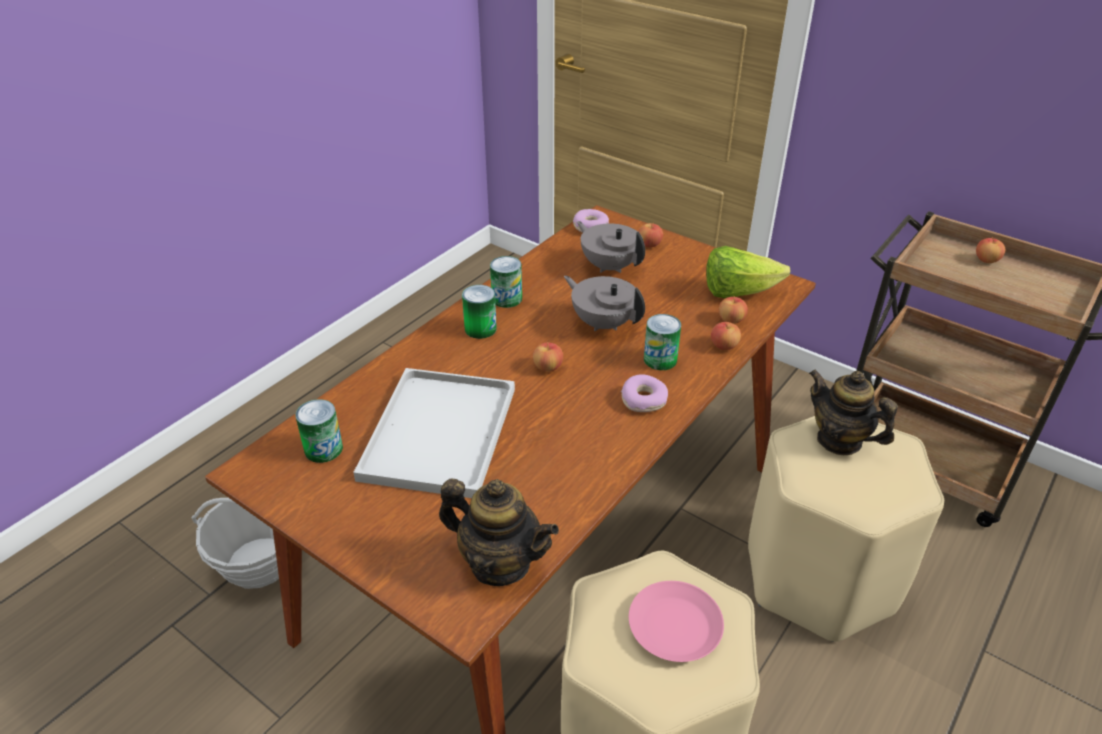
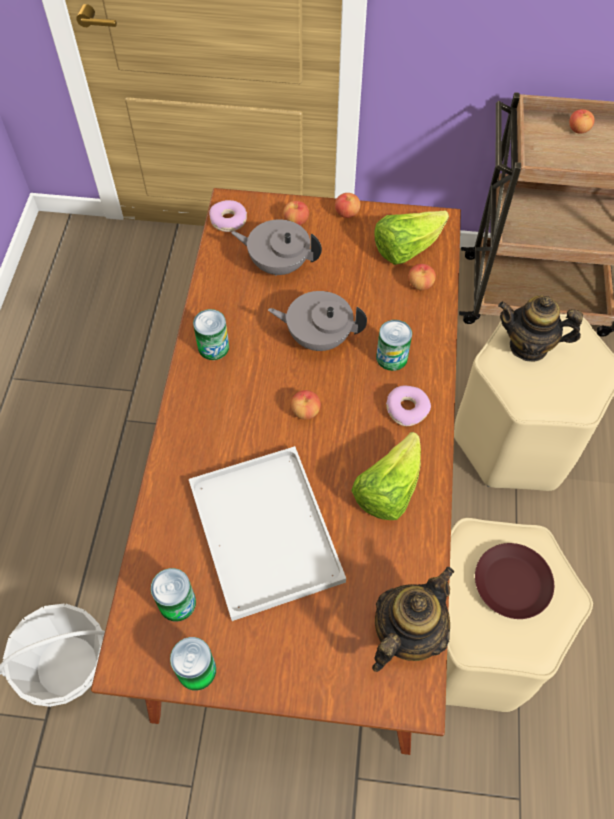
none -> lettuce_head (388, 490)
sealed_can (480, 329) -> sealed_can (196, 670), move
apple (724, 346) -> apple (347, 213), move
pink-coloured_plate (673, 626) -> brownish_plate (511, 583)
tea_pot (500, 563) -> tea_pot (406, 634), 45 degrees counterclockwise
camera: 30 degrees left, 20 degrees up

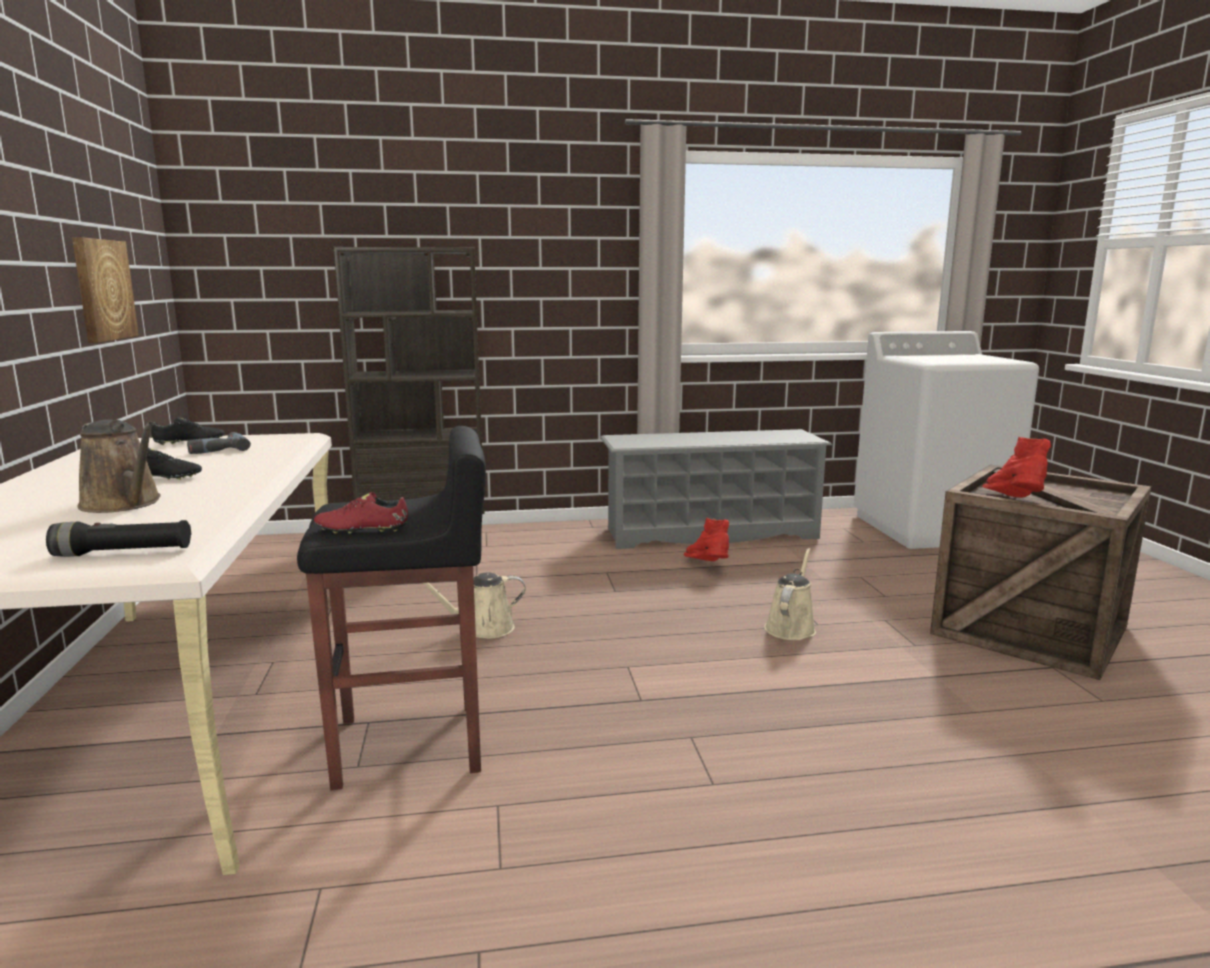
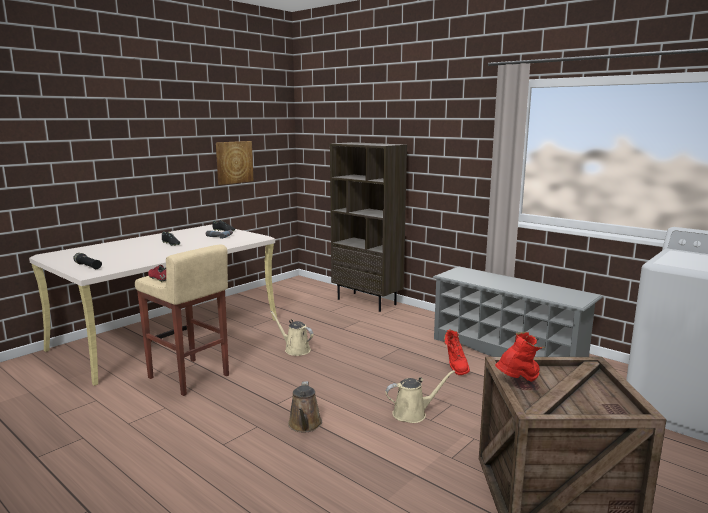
brownish_sprinkling_can (124, 504) -> brownish_sprinkling_can (305, 425), move
black-coloured_stool_seat (412, 745) -> beige_stool_seat (188, 377)
red_boot (707, 566) -> red_boot (455, 367), 150 degrees clockwise
camera: 50 degrees right, 0 degrees up

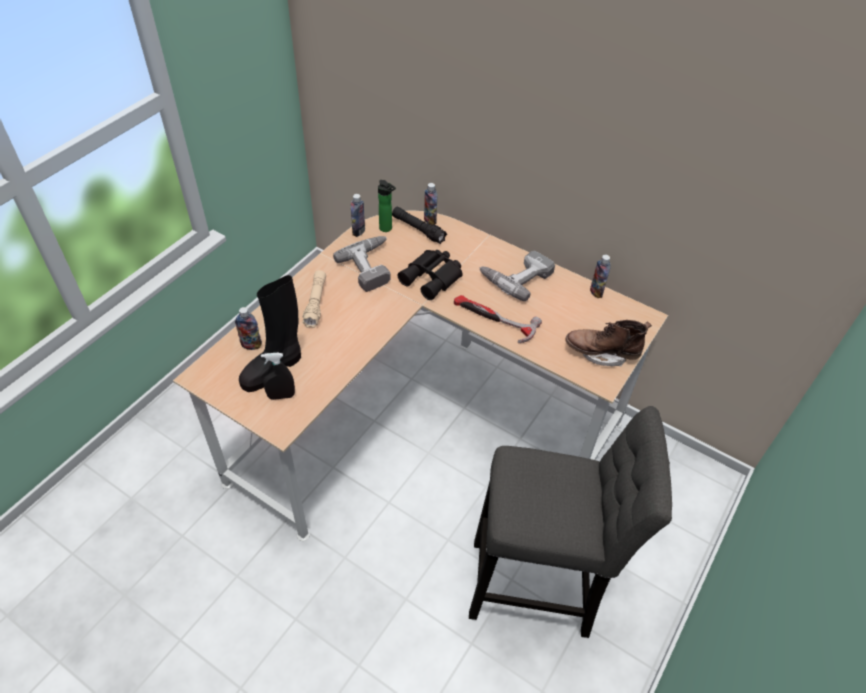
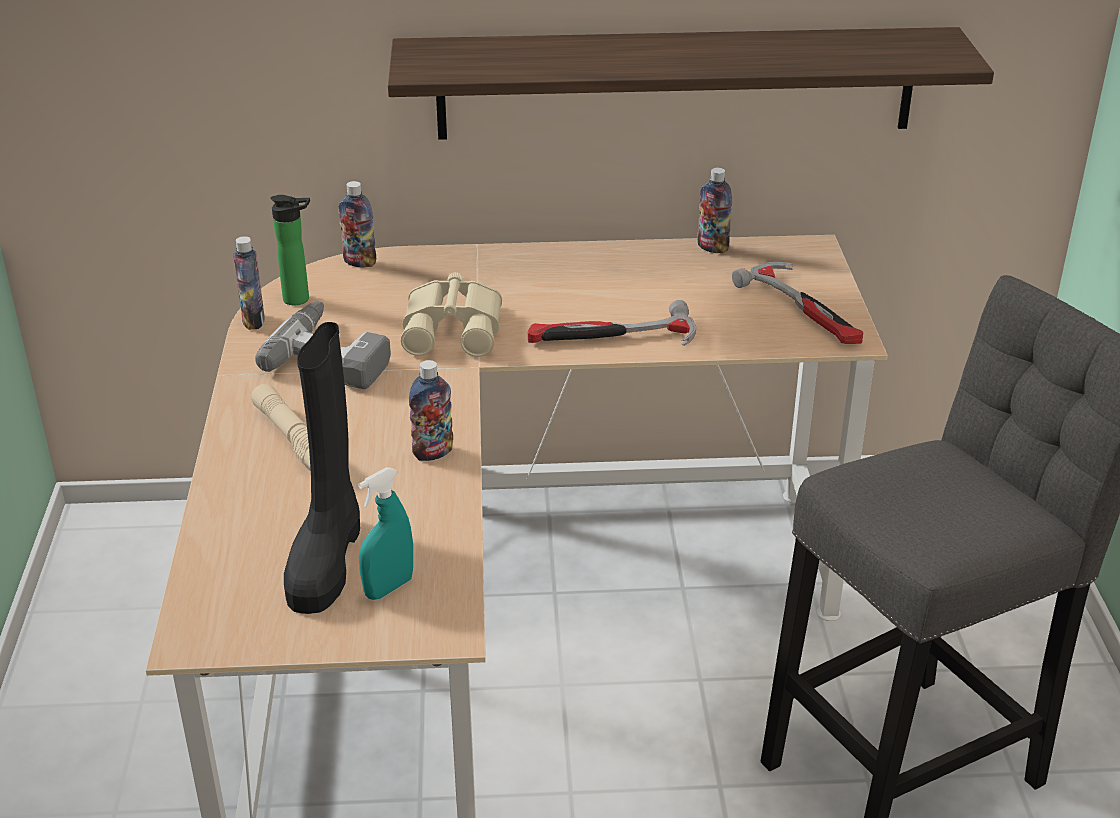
black-coloured_flashlight (418, 229) -> none
electric_drill (516, 276) -> none
none -> shelf (676, 83)
drink_bottle (251, 345) -> drink_bottle (433, 452), move
brownish_boot (601, 353) -> hammer (806, 309)
black-coloured_sprayer (281, 396) -> turquoise_sprayer (388, 587)
black-coloured_field_glasses (433, 278) -> beige_field_glasses (455, 328)
camera: 35 degrees left, 15 degrees down

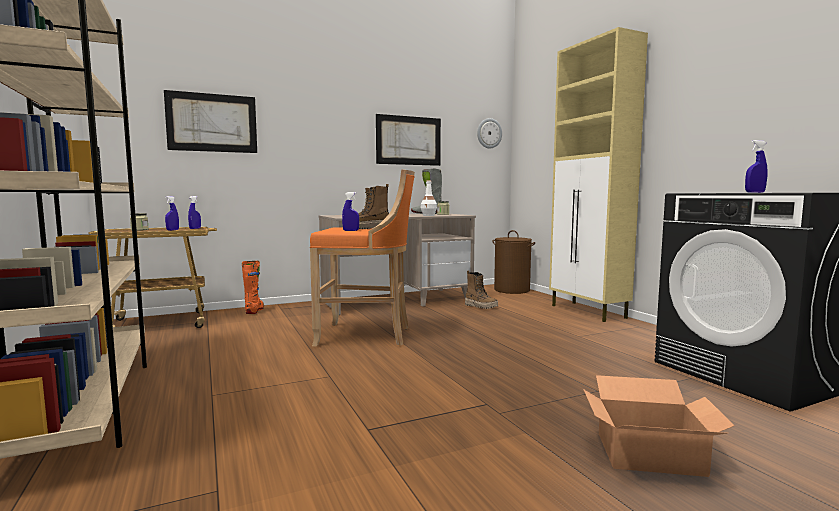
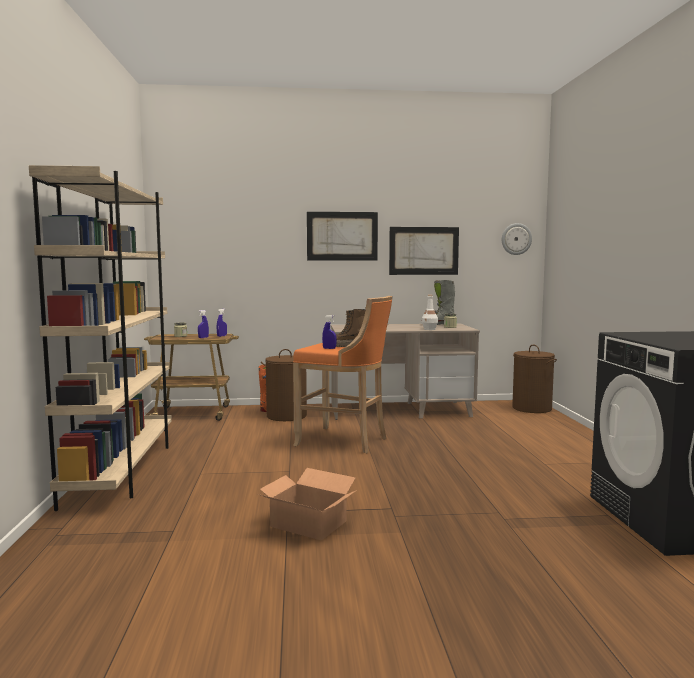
boot (481, 306) -> none
beige_storage_cabinet (588, 312) -> none
blue_sprayer (754, 192) -> none
none -> brownish_washing_basket (287, 416)
wall_picture (212, 123) -> wall_picture (342, 236), move
cardboard_box (651, 454) -> cardboard_box (308, 524), move
camera: 20 degrees right, 0 degrees up

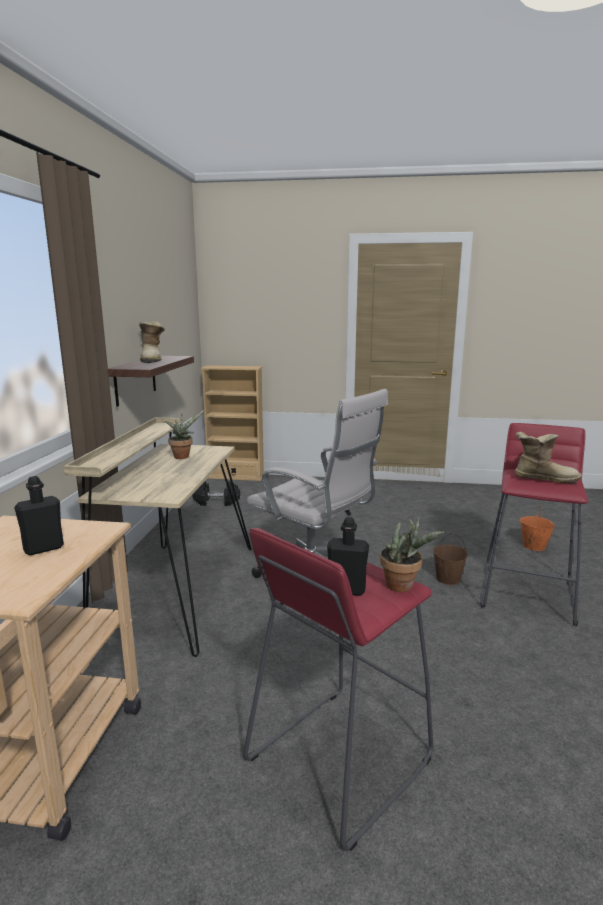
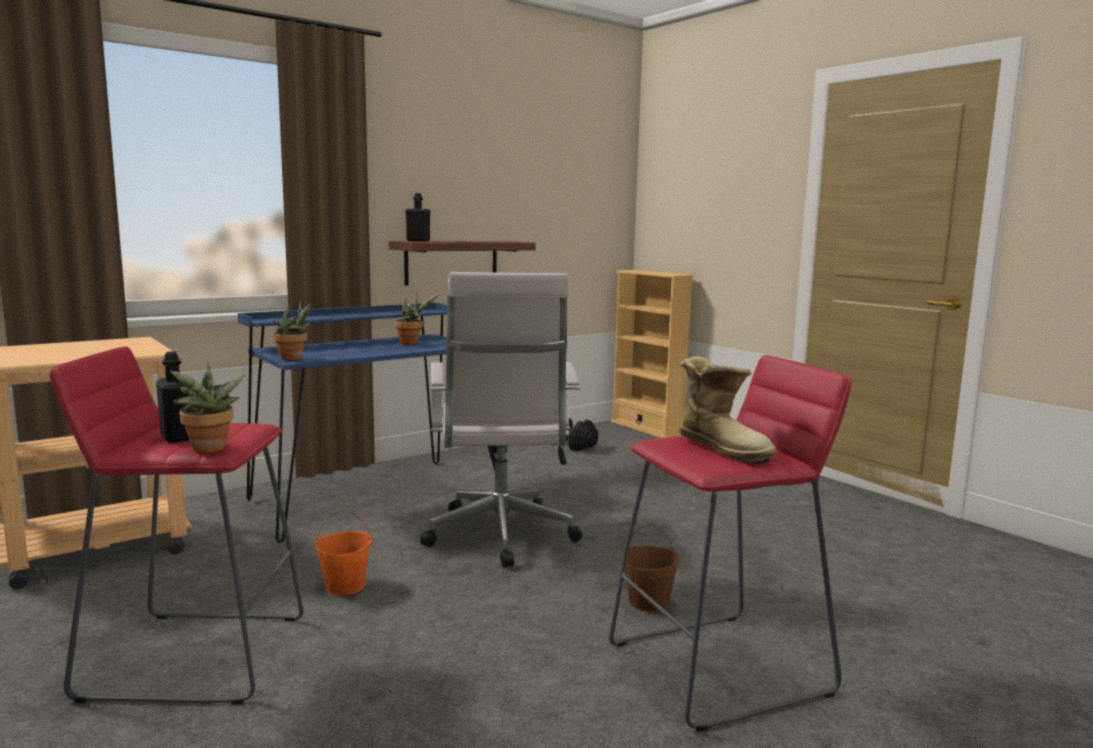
boot (153, 360) -> none
none -> plant_in_a_pot (294, 359)
black-coloured_drink_bottle (43, 548) -> black-coloured_drink_bottle (418, 241), move
orange-coloured_pail (533, 546) -> orange-coloured_pail (345, 586), move
beige_desk_unit (174, 590) -> blue_desk_unit (372, 495)
camera: 45 degrees right, 5 degrees down

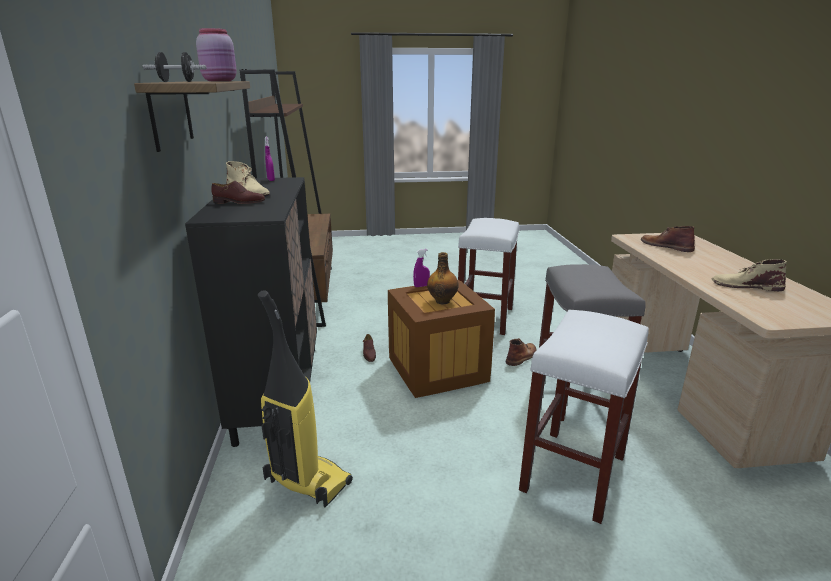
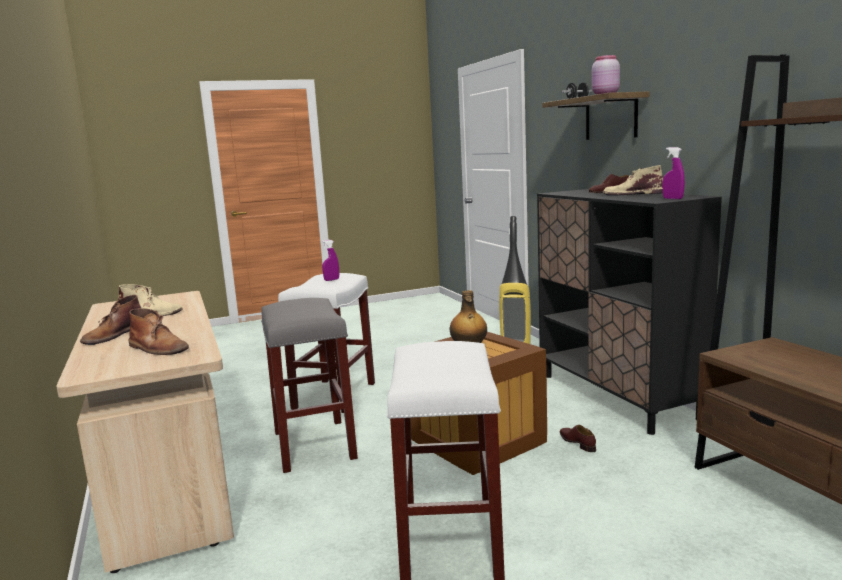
purple-coloured_sprayer (421, 286) -> purple-coloured_sprayer (331, 280), move
brownish_boot (521, 356) -> brownish_boot (114, 335), move
camera: 165 degrees right, 10 degrees down

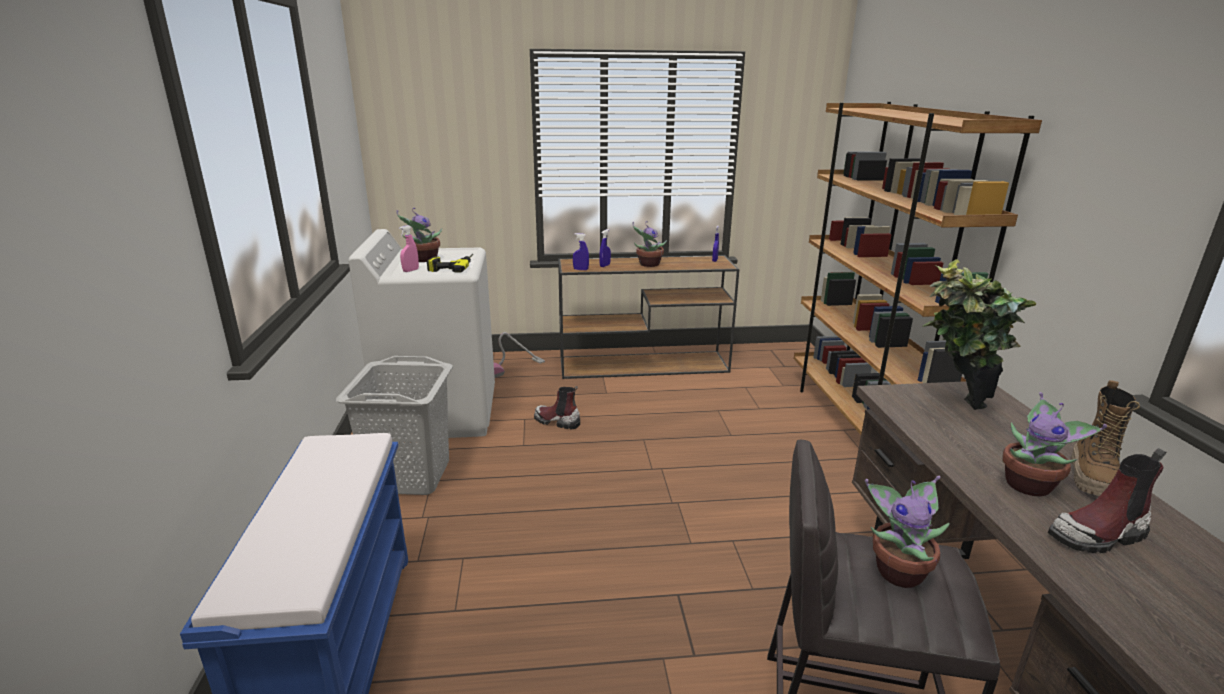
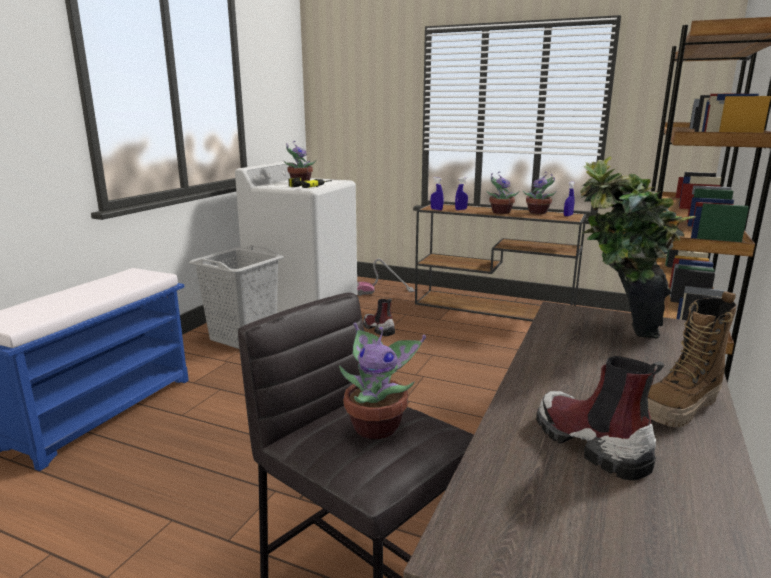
pink-coloured_sprayer (410, 270) -> none
plant_in_a_pot (1030, 485) -> plant_in_a_pot (539, 212), move
boot (1098, 535) -> boot (589, 444), 45 degrees clockwise
camera: 30 degrees right, 5 degrees down

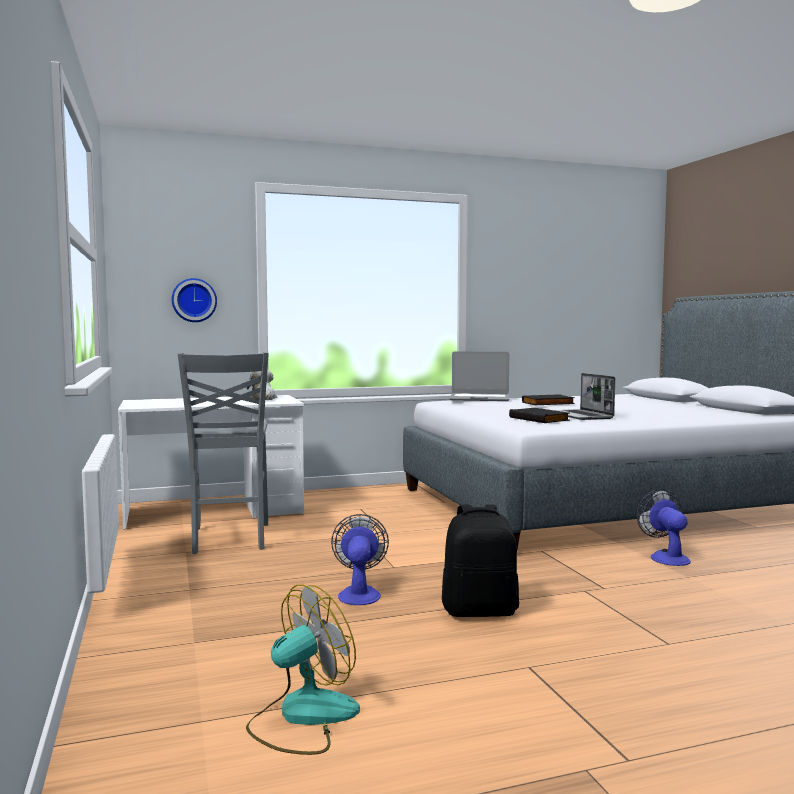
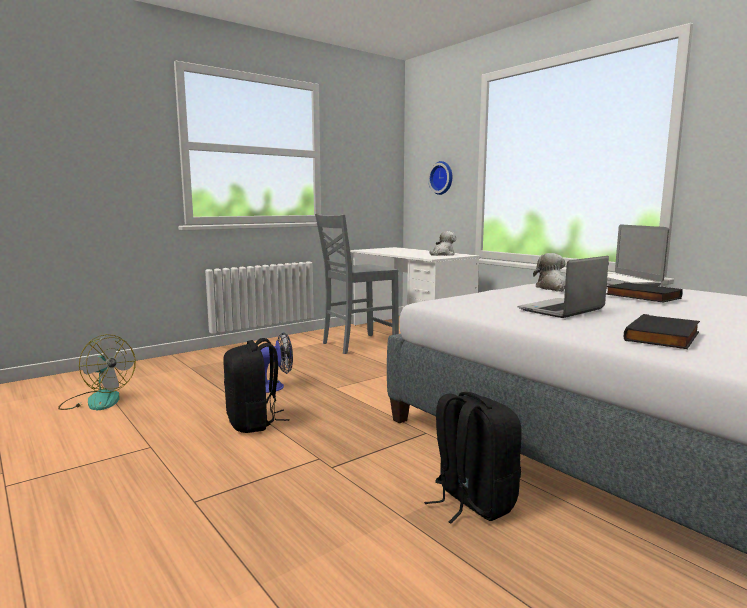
none -> cuddly_toy (552, 288)
black-coloured_book (540, 419) -> black-coloured_book (664, 337), move
electric_fan (665, 557) -> black-coloured_knapsack (472, 502)
camera: 70 degrees right, 5 degrees up

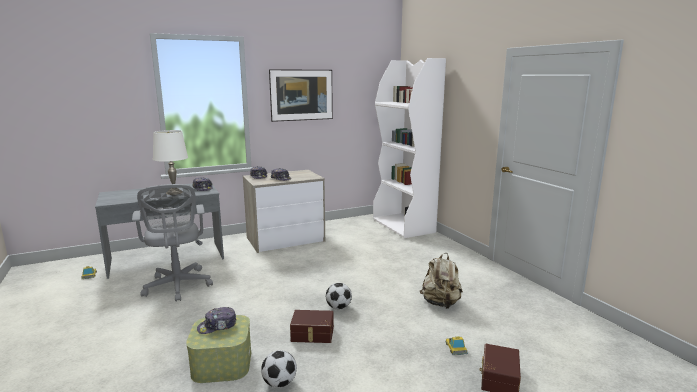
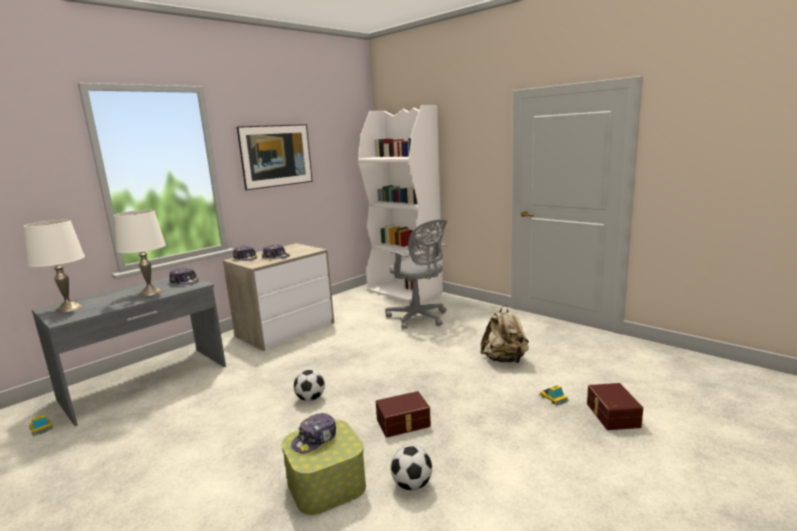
none -> white-coloured_tabletop_lamp (69, 308)
grey_desk_chair (178, 287) -> grey_desk_chair (419, 318), move
ball_for_football (338, 307) -> ball_for_football (310, 399), move
camera: 20 degrees left, 0 degrees up

